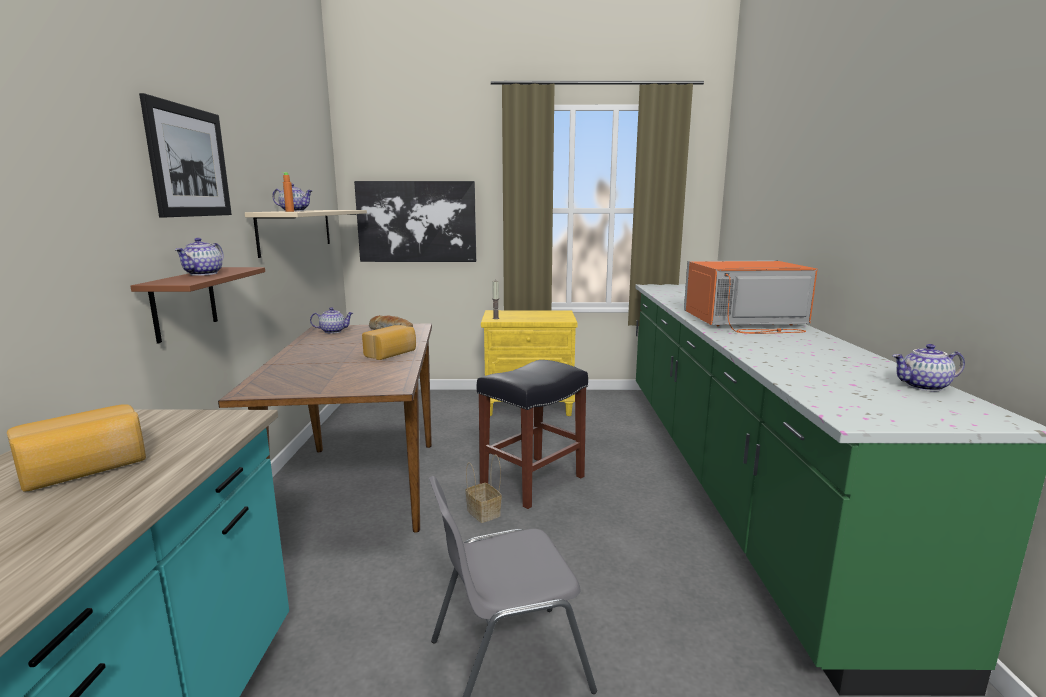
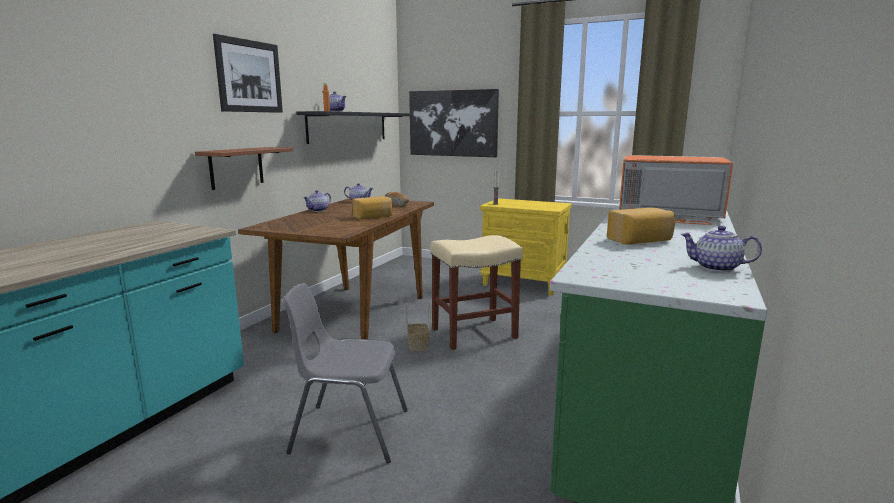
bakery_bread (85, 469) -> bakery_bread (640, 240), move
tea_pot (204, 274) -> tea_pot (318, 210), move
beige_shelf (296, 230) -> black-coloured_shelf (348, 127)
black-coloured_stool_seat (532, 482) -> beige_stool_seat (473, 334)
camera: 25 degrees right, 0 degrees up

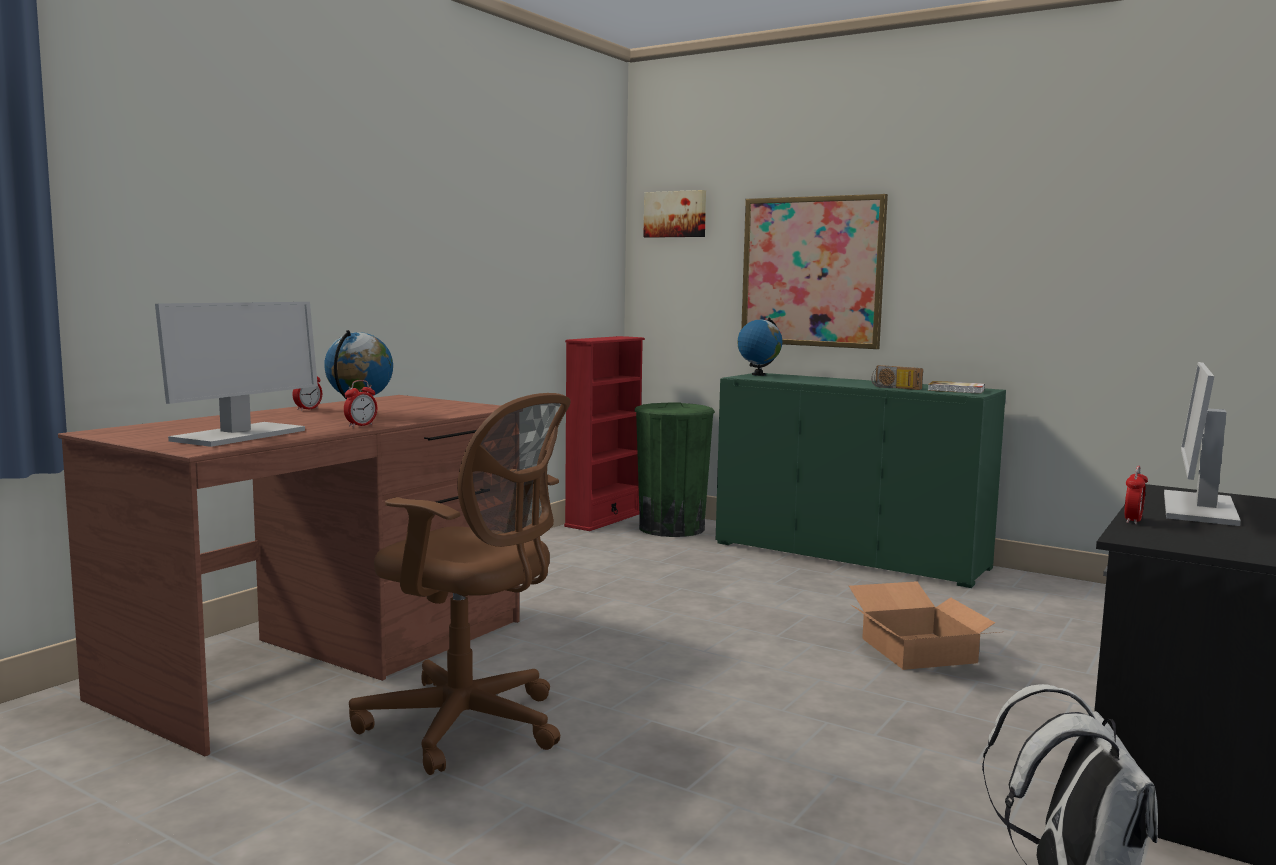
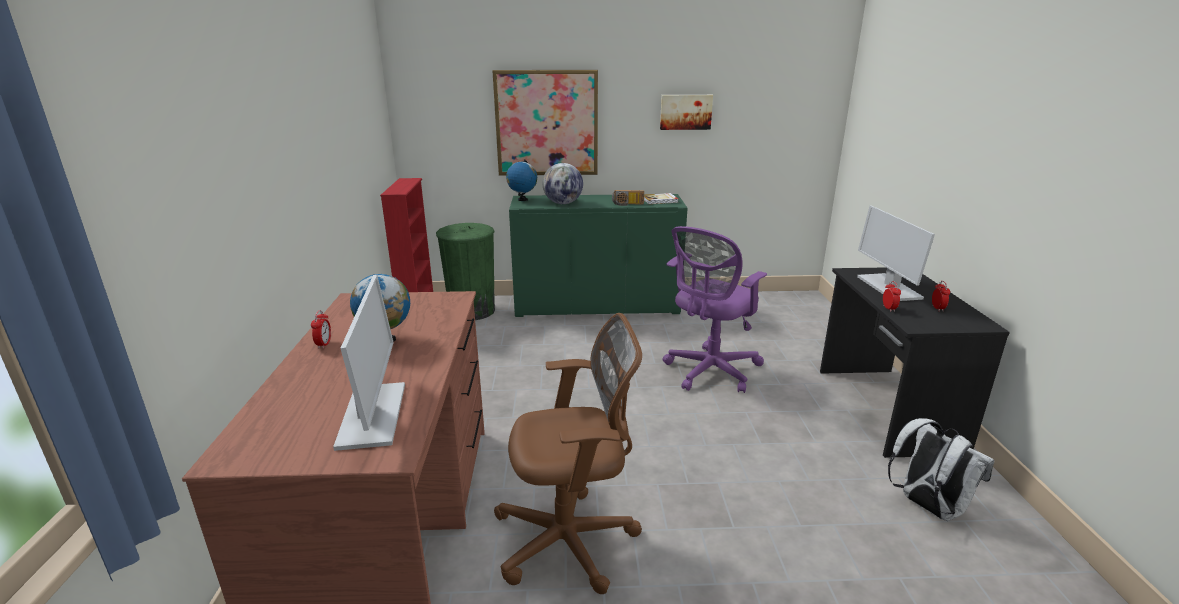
none -> globe (563, 203)
table_clock (360, 425) -> table_clock (937, 308), move
wall_picture (675, 214) -> wall_picture (685, 112), move
cardboard_box (916, 650) -> purple-coloured_desk_chair (709, 372)
camera: 35 degrees left, 15 degrees up

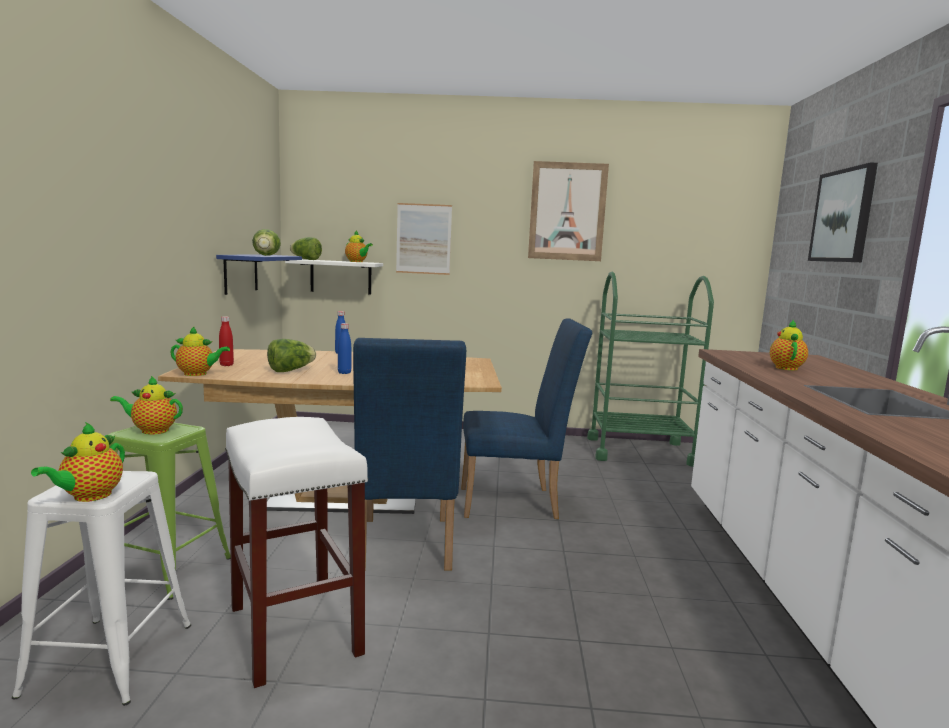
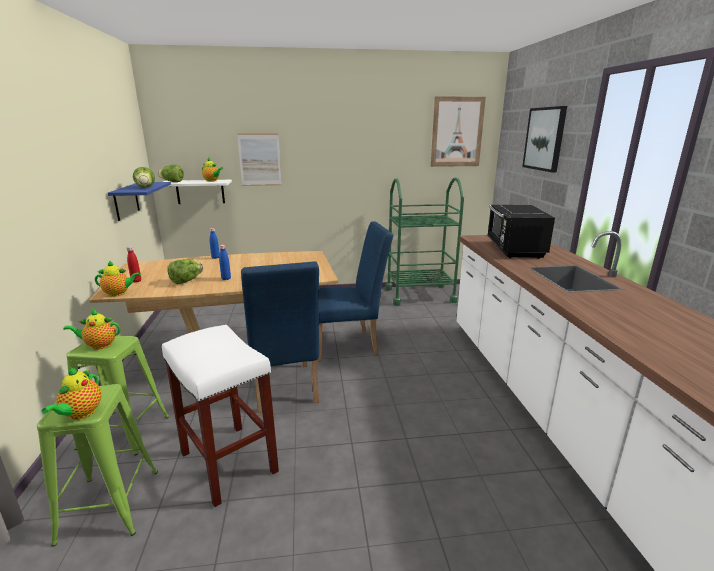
wall_picture (567, 211) -> wall_picture (457, 132), move
tea_pot (785, 367) -> black-coloured_kitchen_microwave (514, 250)
white-coloured_stool_seat (108, 659) -> green_stool_seat (109, 506)
camera: 10 degrees left, 10 degrees up

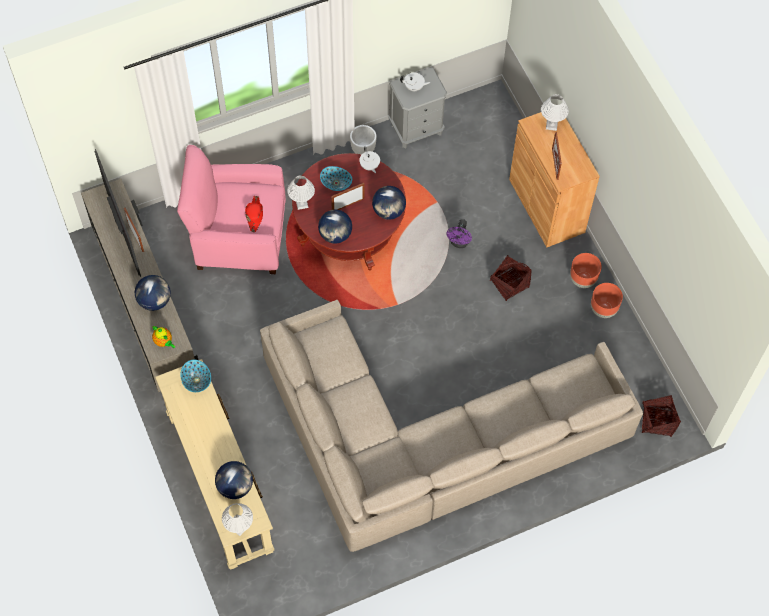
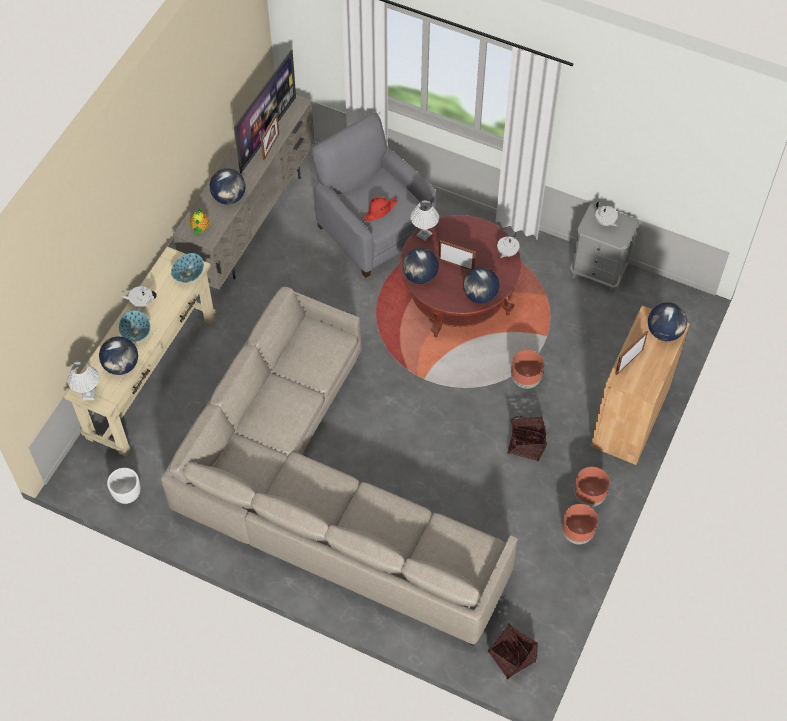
none -> white-coloured_tea_pot (141, 302)
bowl (336, 183) -> bowl (135, 332), move
white-coloured_plant_pot (363, 149) -> white-coloured_plant_pot (126, 494), move
purple-coloured_electric_fan (459, 243) -> brownish_plant_pot (526, 380)
white-coloured_tabletop_lamp (552, 125) -> globe (664, 332)
pink-coloured_easy_chair (239, 236) -> grey_easy_chair (373, 230)
camera: 50 degrees right, 5 degrees down

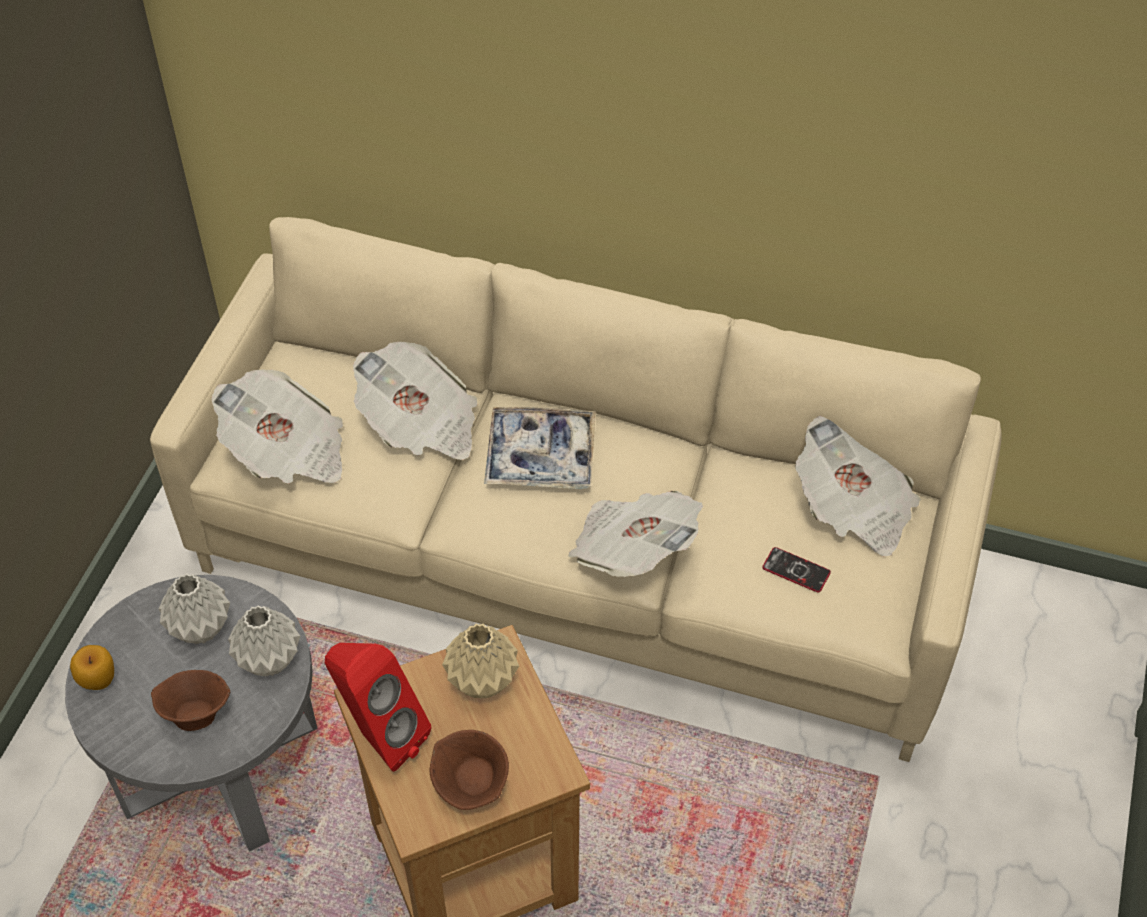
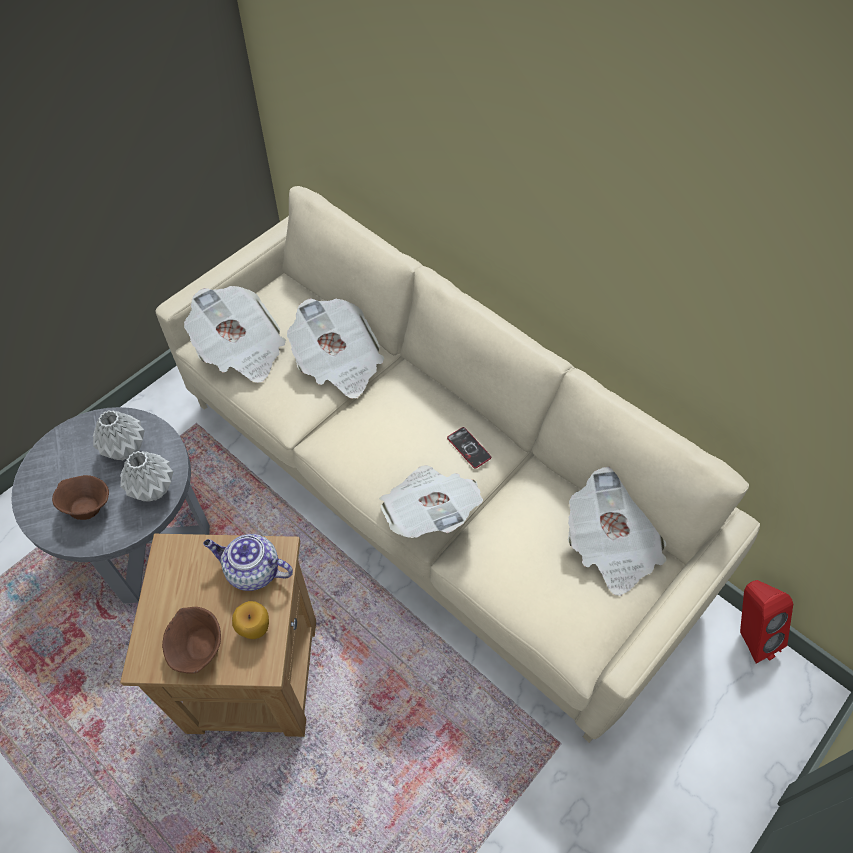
carrying_tray (540, 456) -> none
apple (99, 682) -> apple (255, 629), move
red_speaker (379, 736) -> red_speaker (747, 635), move
handset (796, 570) -> handset (469, 448), move
beige_flower_vase (481, 682) -> tea_pot (252, 571)
camera: 25 degrees right, 5 degrees up

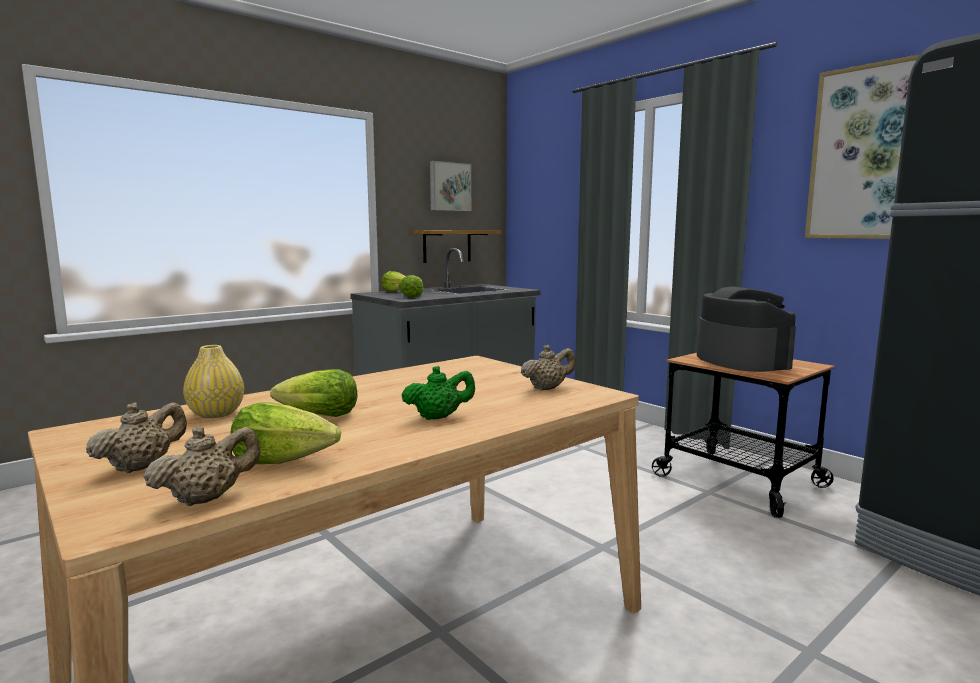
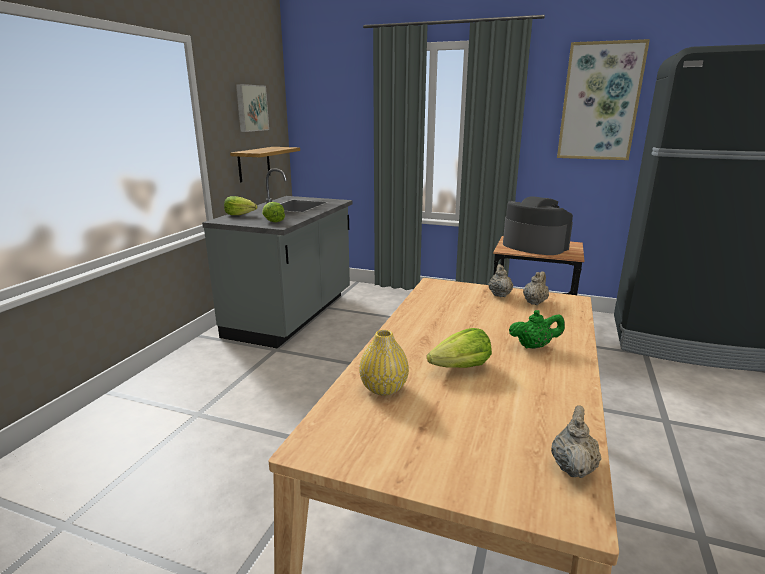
lettuce_head (284, 460) -> none
beige_tea_pot (142, 467) -> beige_tea_pot (499, 294), move
green_tea_pot (439, 417) -> green_tea_pot (534, 346), 45 degrees clockwise
camera: 30 degrees left, 10 degrees up

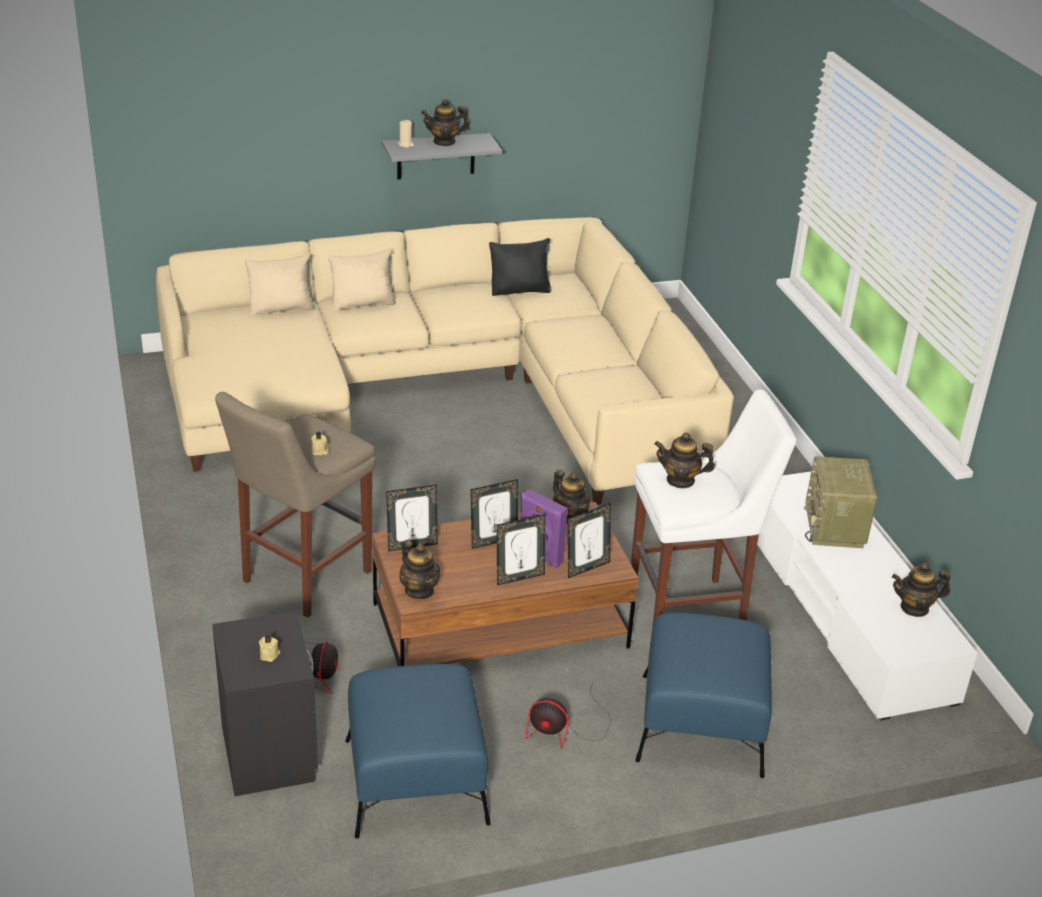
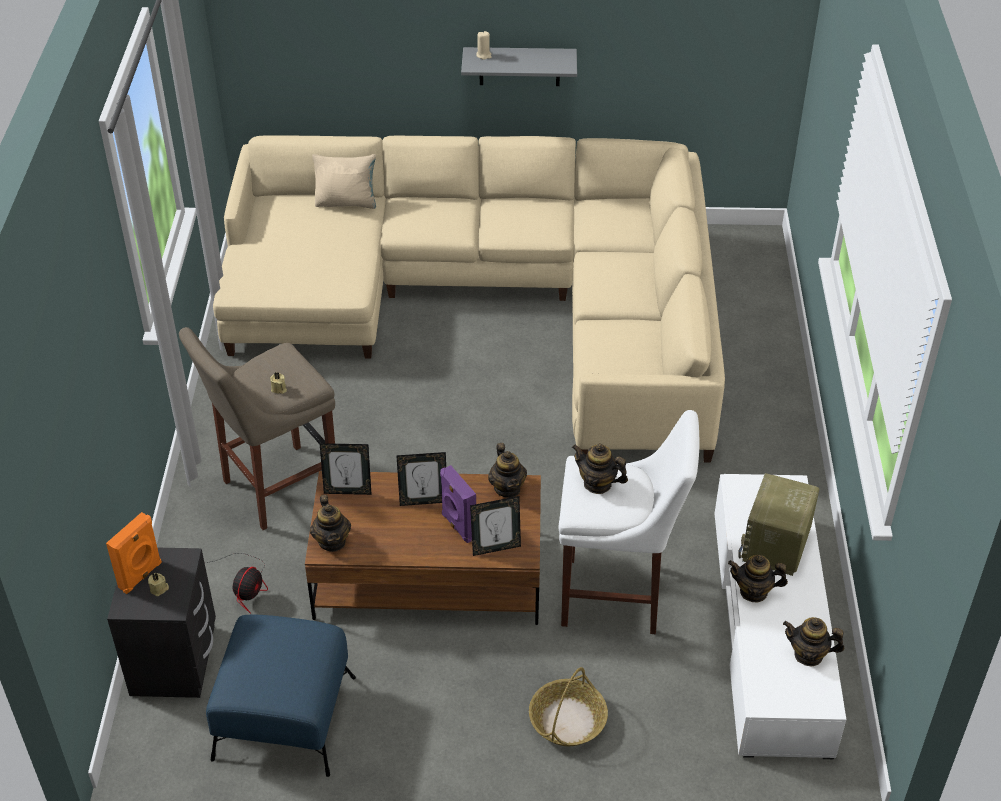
beige_pillow (363, 303) -> none
black-coloured_pillow (520, 290) -> none
photo_frame (519, 577) -> none
electric_fan (564, 729) -> none
none -> orange-coloured_speaker (141, 576)
tea_pot (444, 141) -> tea_pot (754, 592), move
blue_pouffe (702, 723) -> basket (567, 720)
camera: 20 degrees right, 10 degrees up

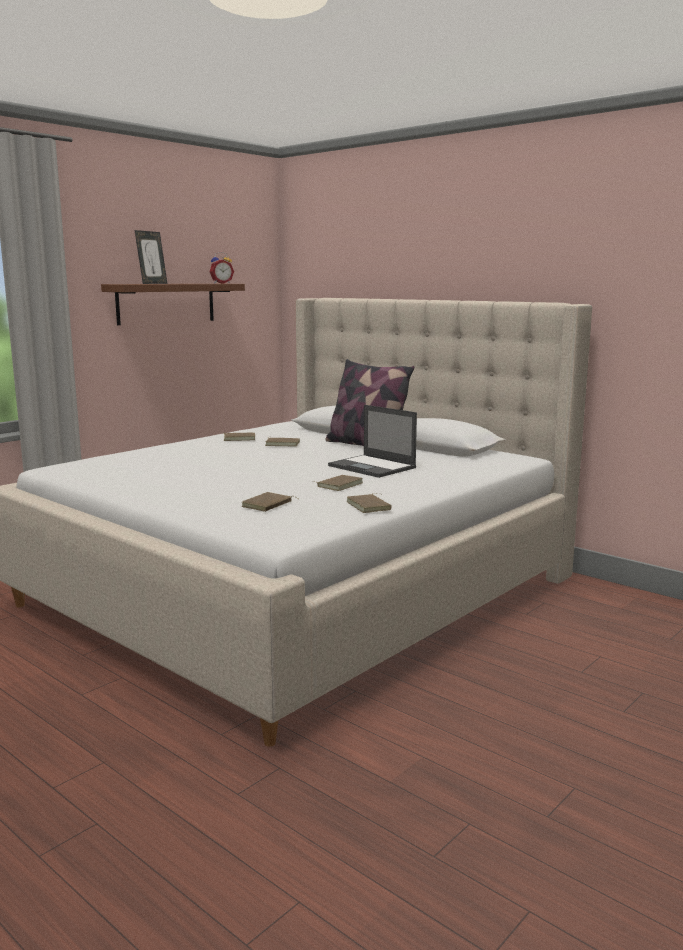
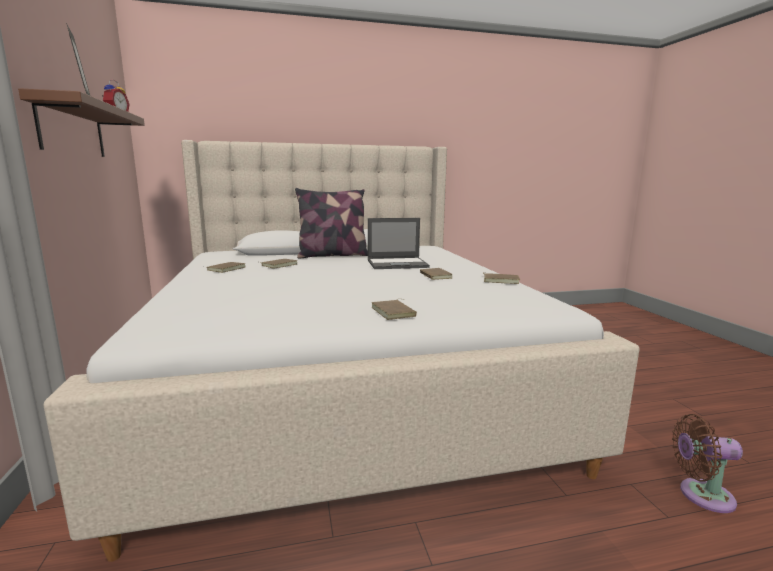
none -> brownish_electric_fan (701, 495)
brownish_book (268, 505) -> brownish_book (395, 312), move
camera: 55 degrees left, 0 degrees up

